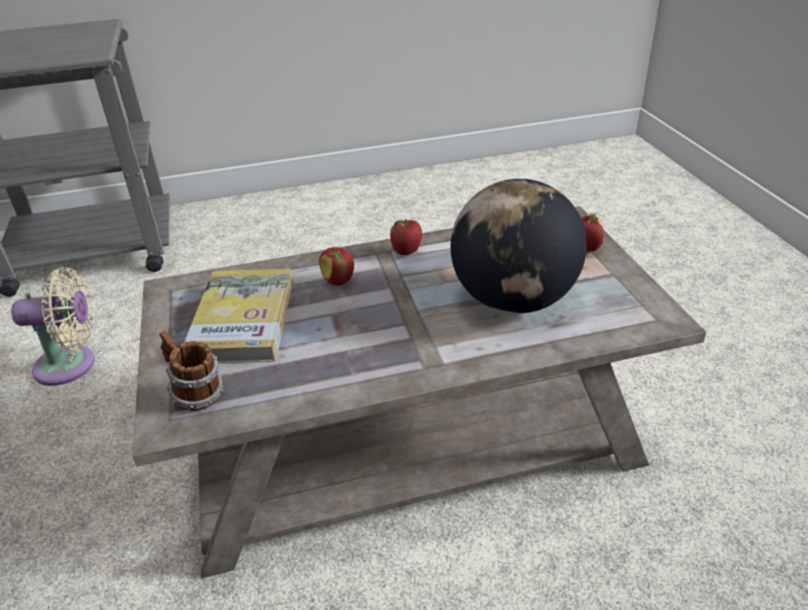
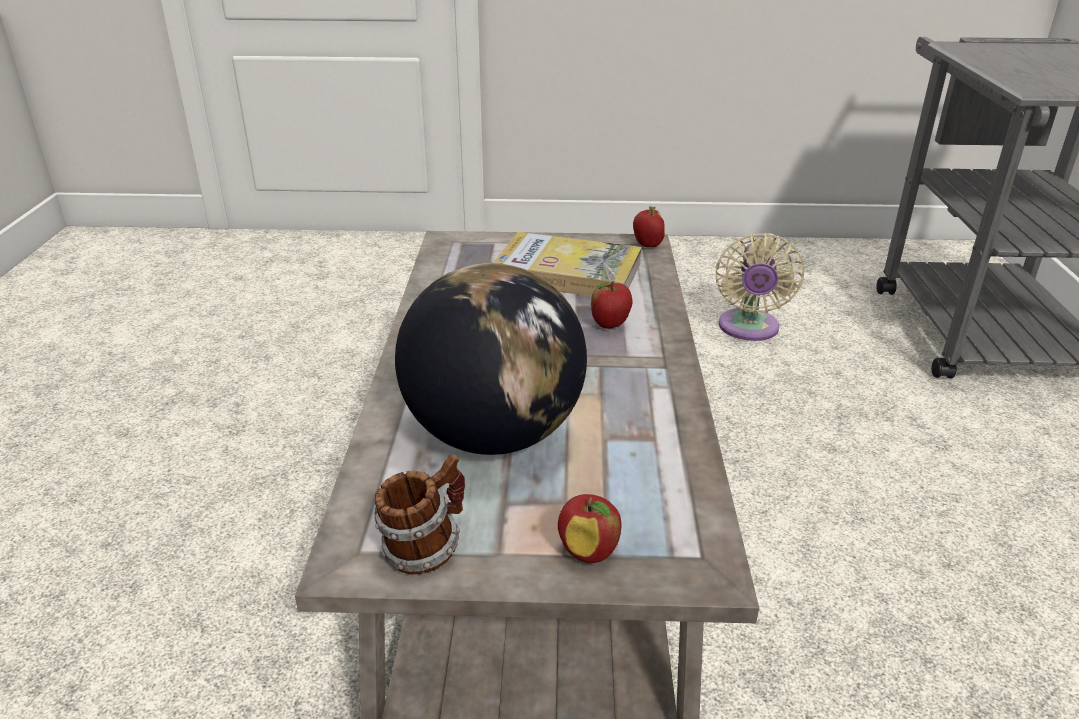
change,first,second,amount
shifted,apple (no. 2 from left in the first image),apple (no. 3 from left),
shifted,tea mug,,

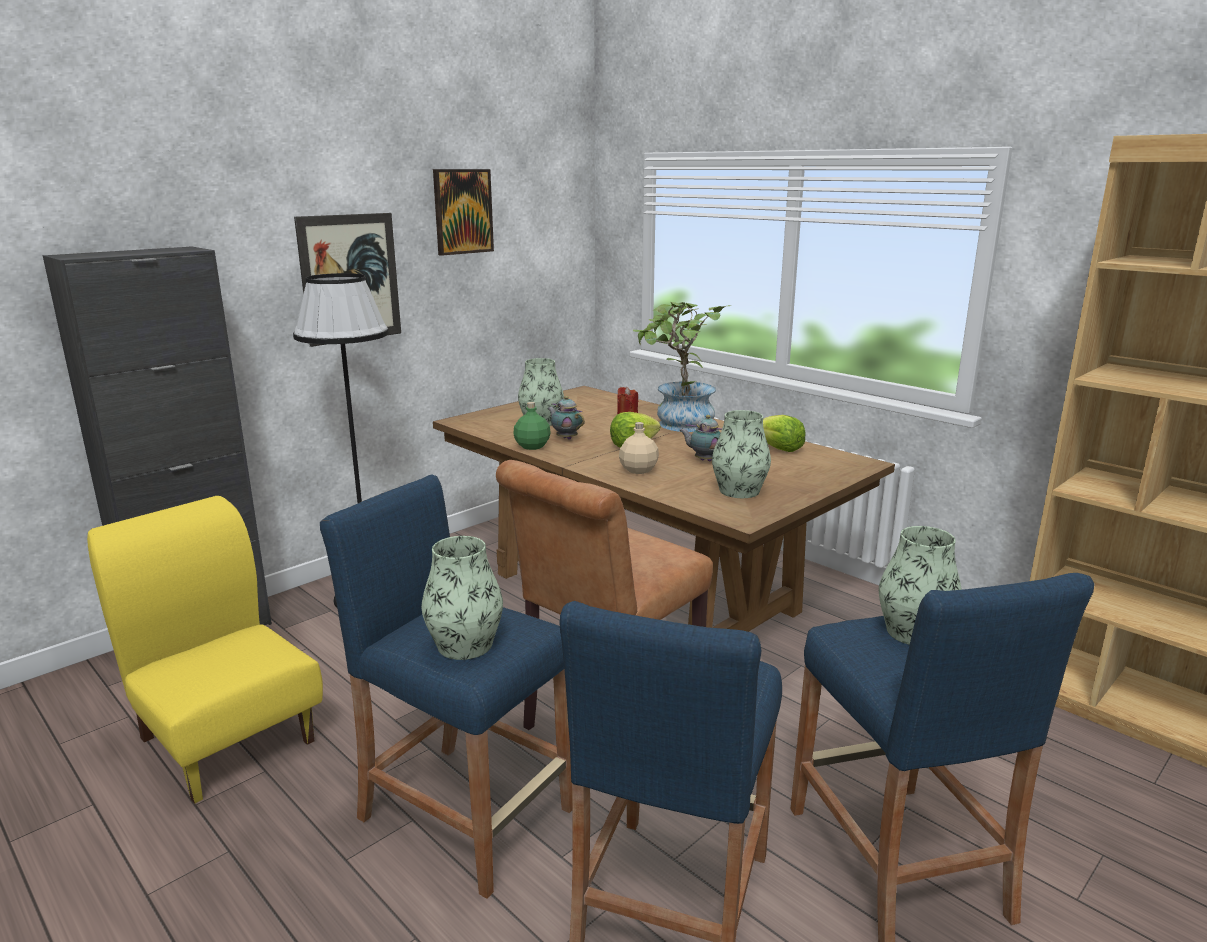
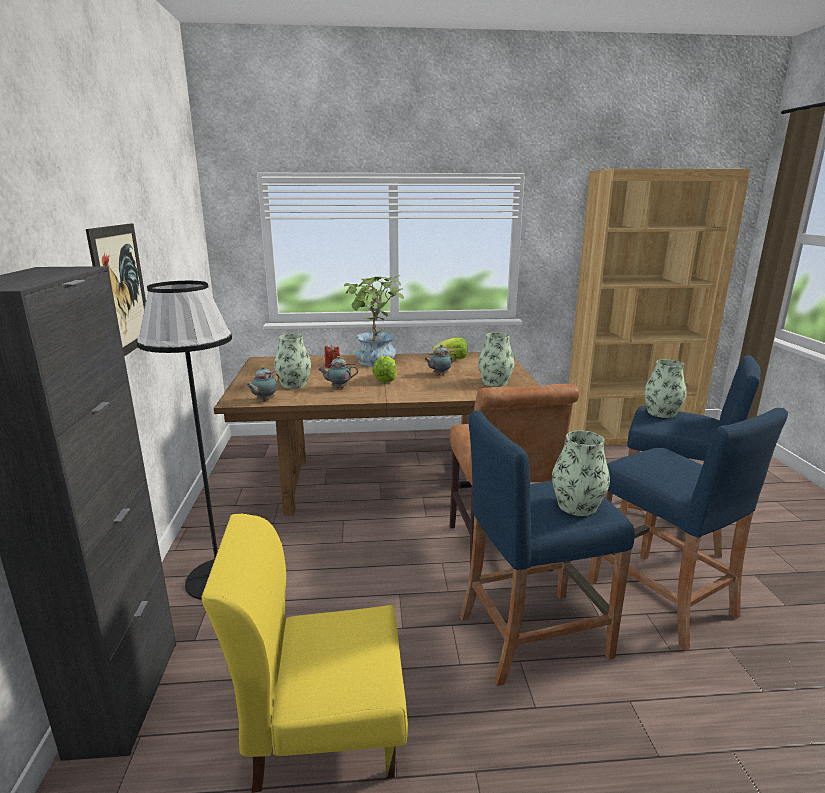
change,first,second,amount
gone,wall art (no. 2 from left),,
gone,bottle/green-coloured,,
gone,bottle/beige,,
new,,teapot (no. 1 from left),

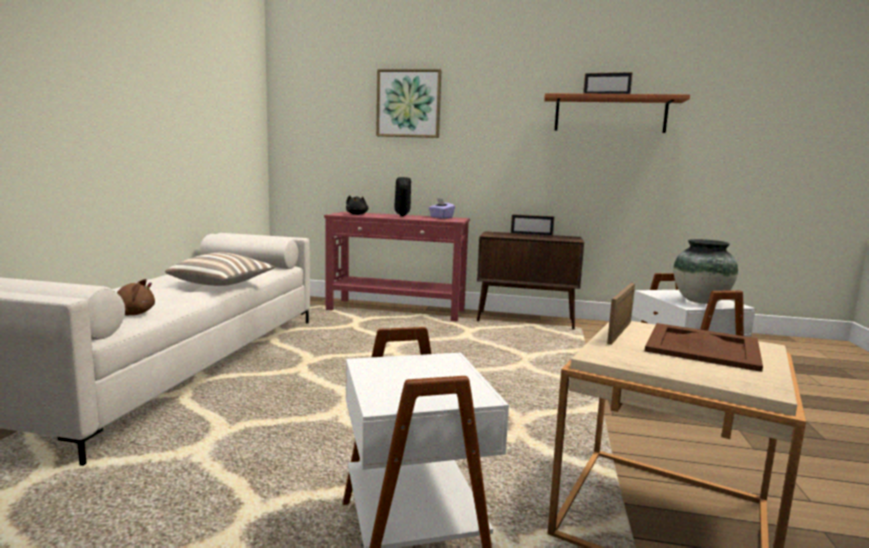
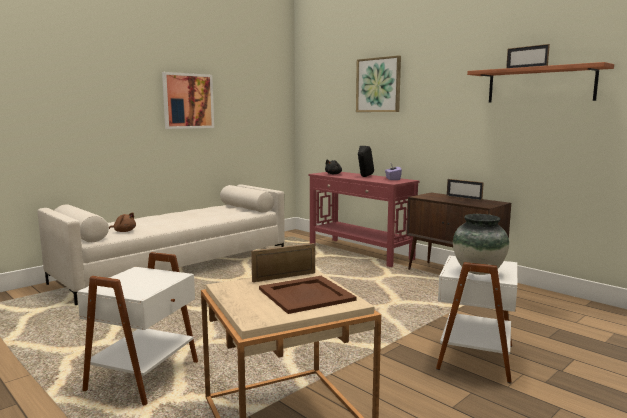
change,first,second,amount
gone,throw pillow,,
new,,wall art (no. 1 from left),

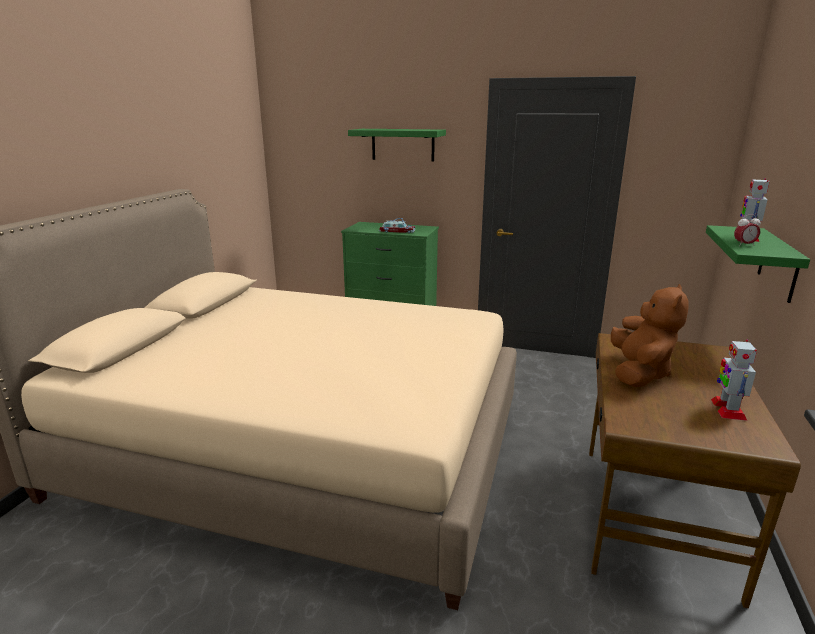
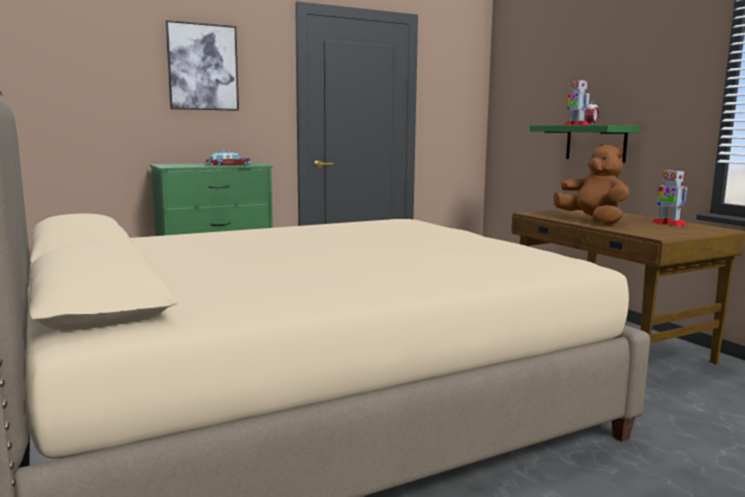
change,first,second,amount
swapped,shelf/green-coloured (no. 1 from left),wall art,

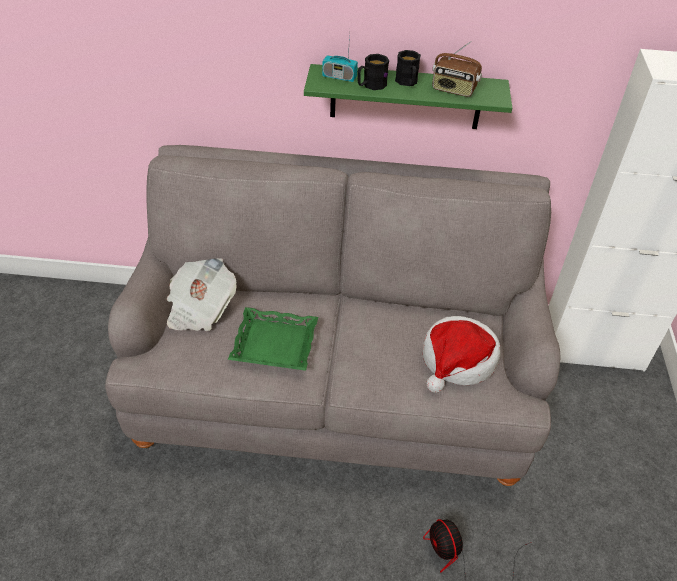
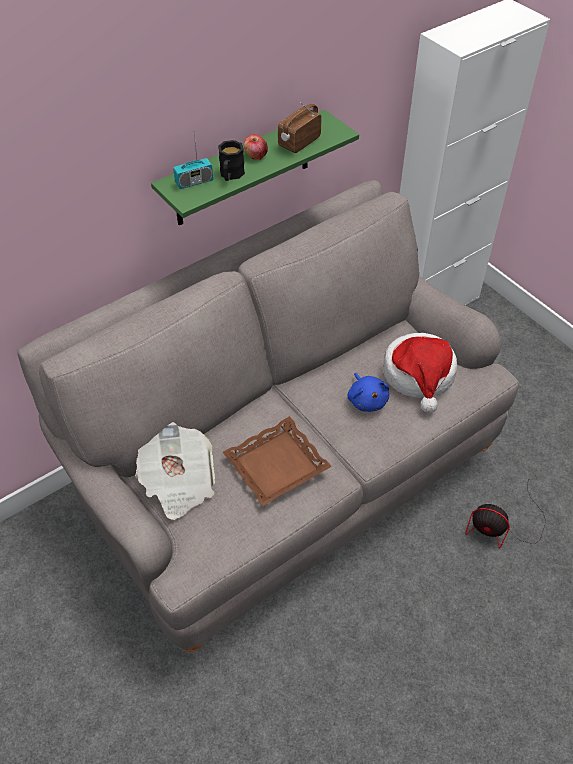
change,first,second,amount
rotated,radio receiver (no. 2 from left),,150 degrees clockwise
swapped,tea mug/black (no. 2 from left),apple,
repainted,serving tray/green-coloured,serving tray/brown,
new,,cuddly toy/blue,

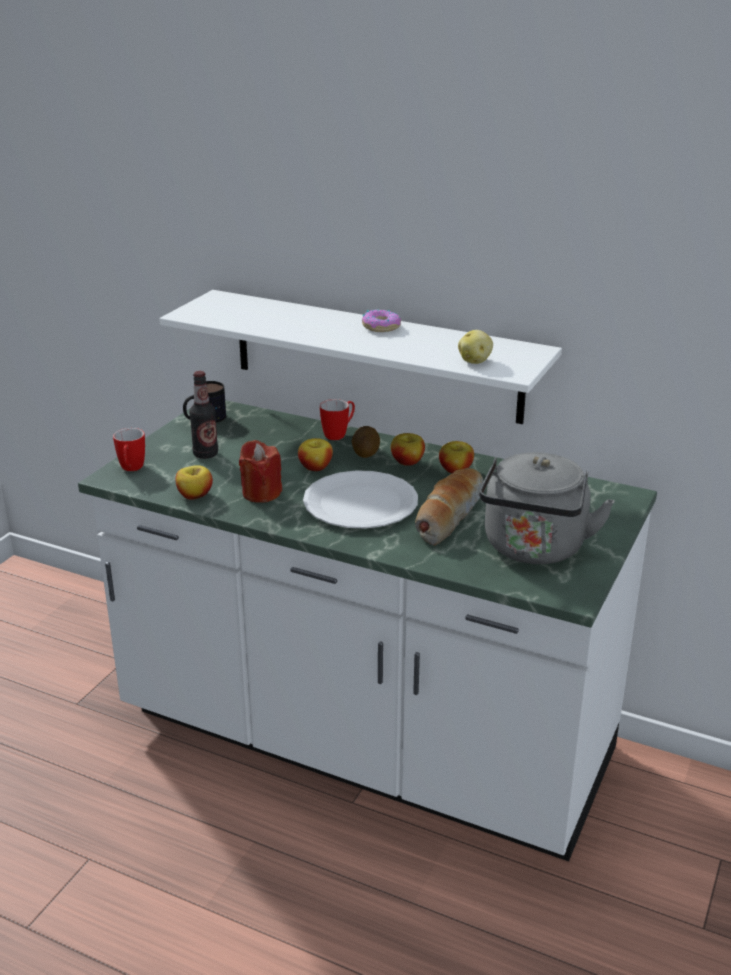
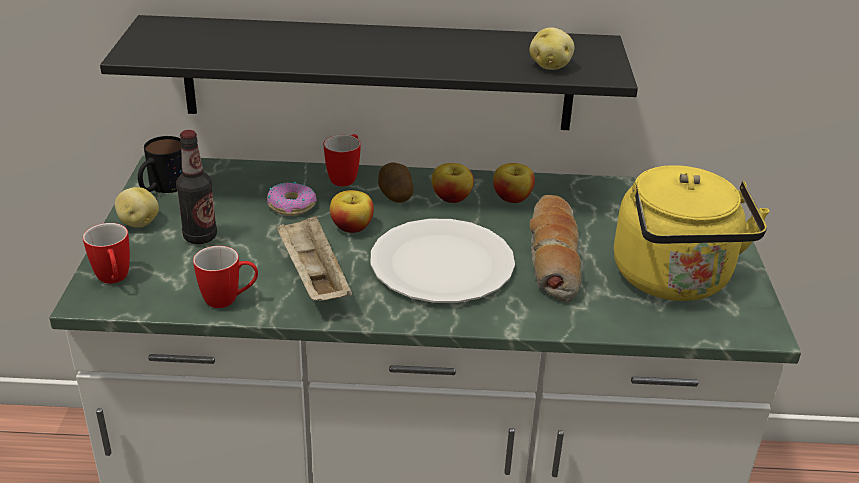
change,first,second,amount
repainted,shelf/white-coloured,shelf/black,
shifted,donut,,
swapped,candle/red-coloured,serving tray/beige,
repainted,kettle/greyish,kettle/yellowish,
swapped,apple (no. 1 from left),tea mug (no. 3 from left),
new,,potato (no. 1 from left),

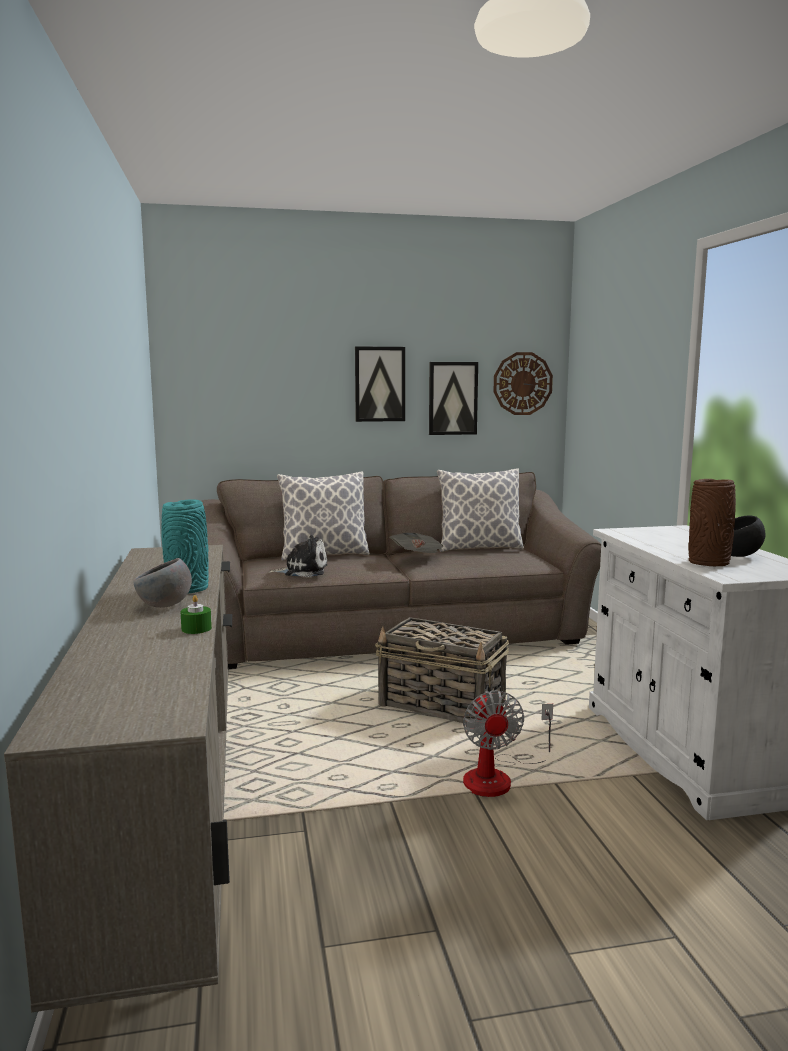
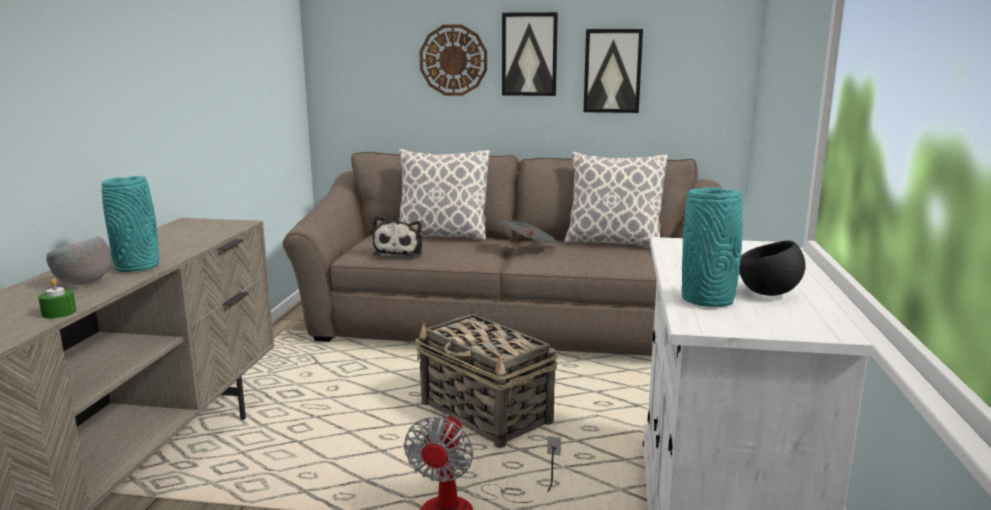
change,first,second,amount
shifted,wall clock,,
repainted,flower vase/brown,flower vase/turquoise-coloured (no. 2 from left),
rotated,cuddly toy,,75 degrees clockwise

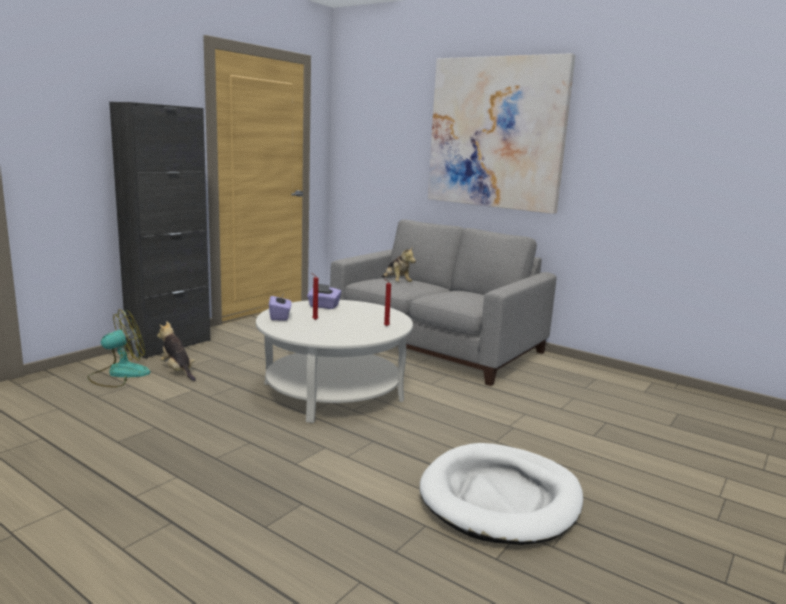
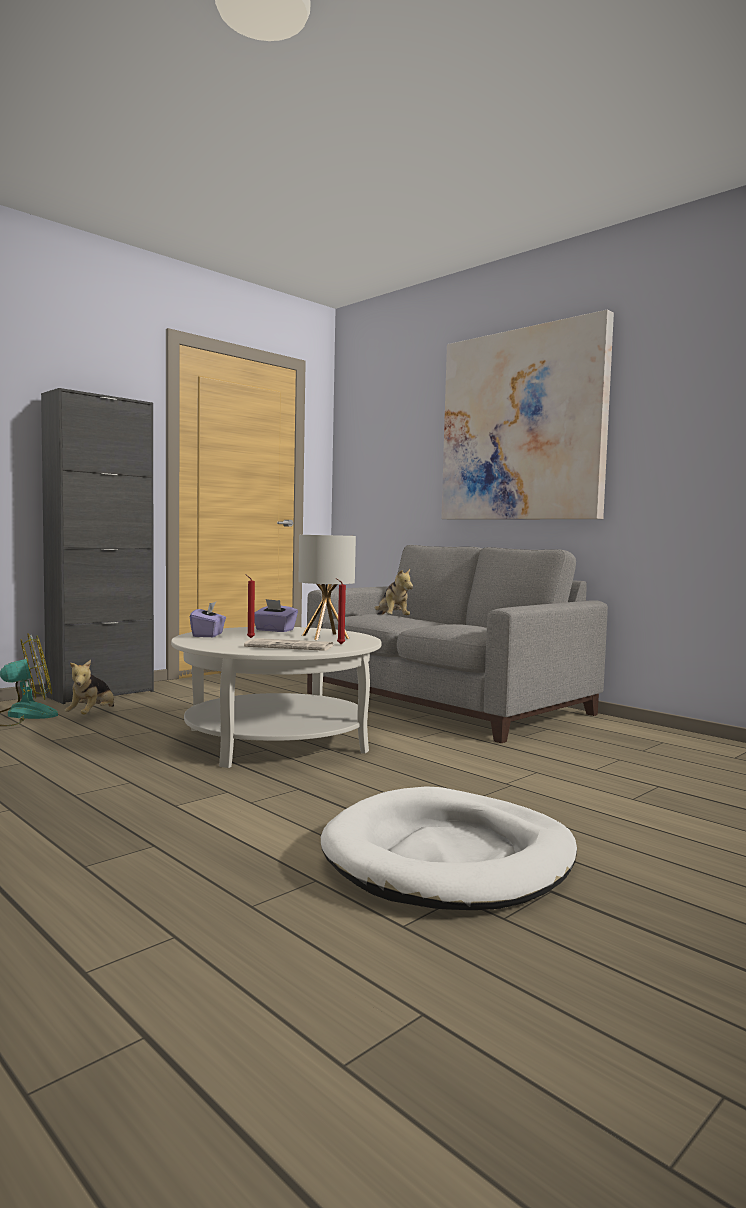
change,first,second,amount
rotated,cuddly toy (no. 1 from left),,135 degrees counterclockwise
new,,table lamp,
new,,printed paper,

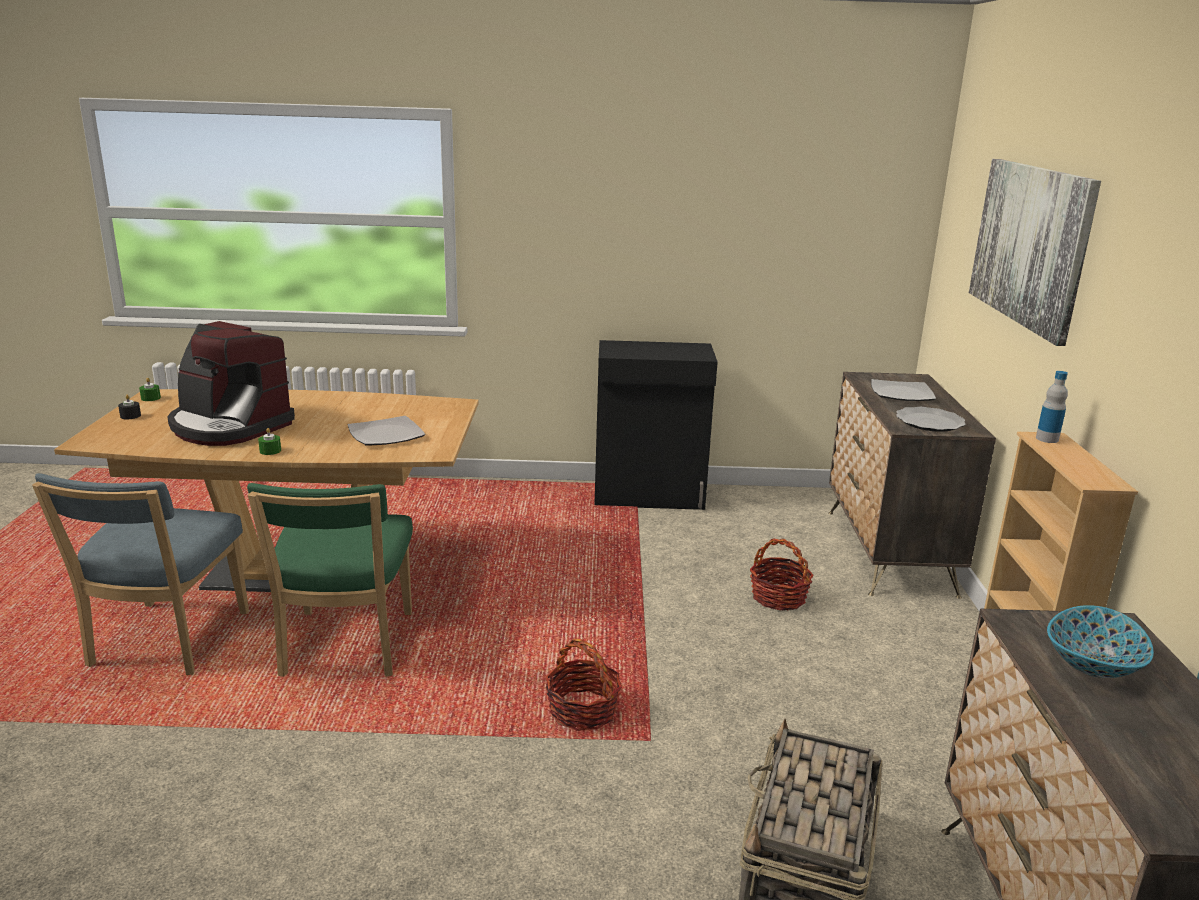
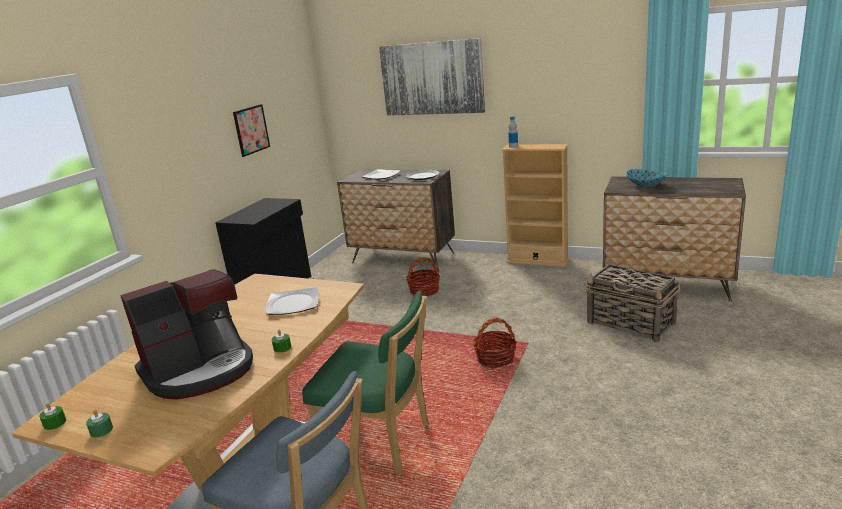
change,first,second,amount
repainted,candle/black,candle/green-coloured (no. 2 from left),
new,,wall art (no. 1 from left),

